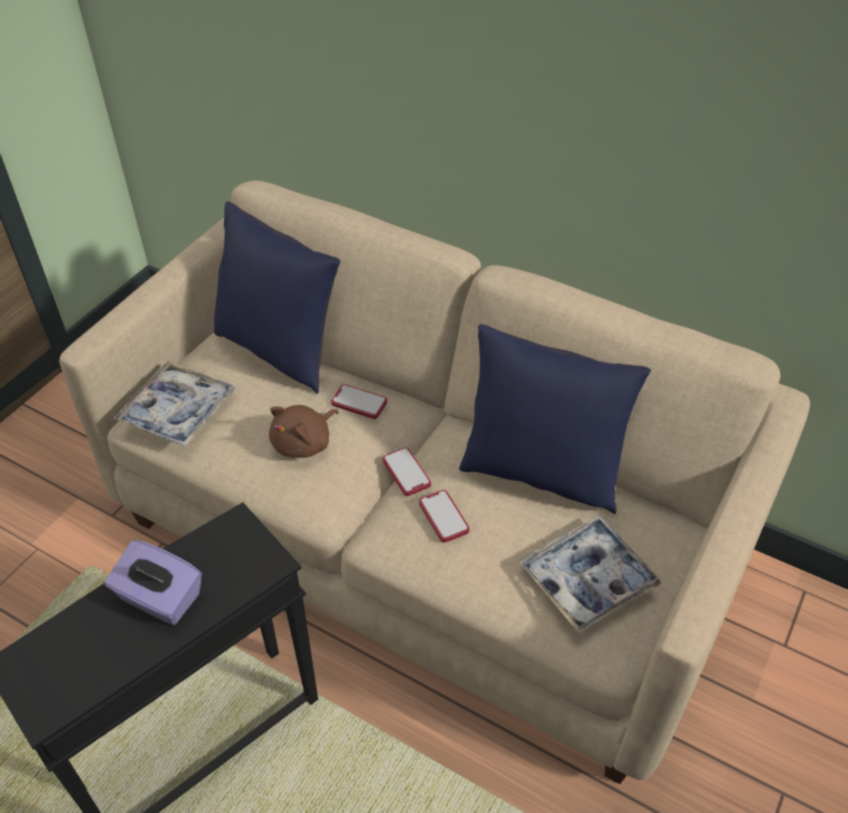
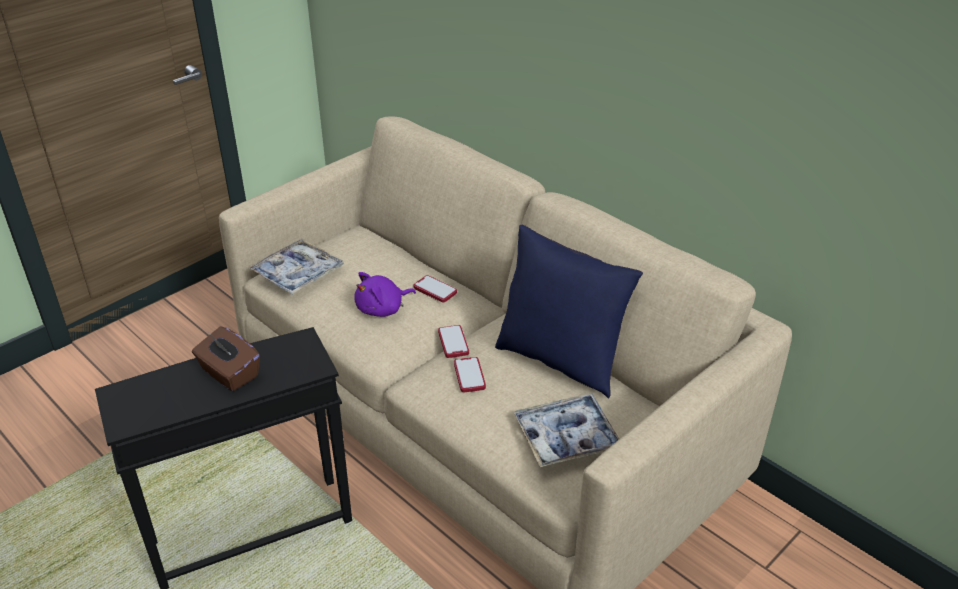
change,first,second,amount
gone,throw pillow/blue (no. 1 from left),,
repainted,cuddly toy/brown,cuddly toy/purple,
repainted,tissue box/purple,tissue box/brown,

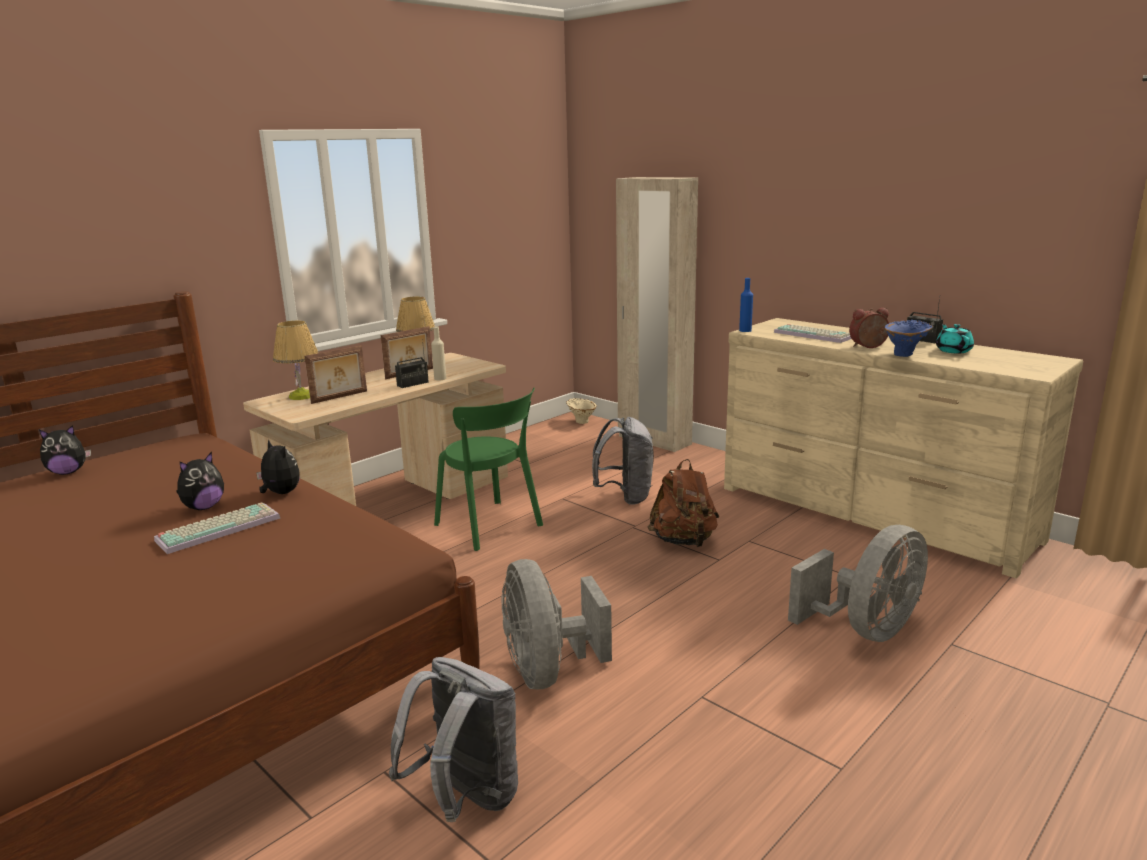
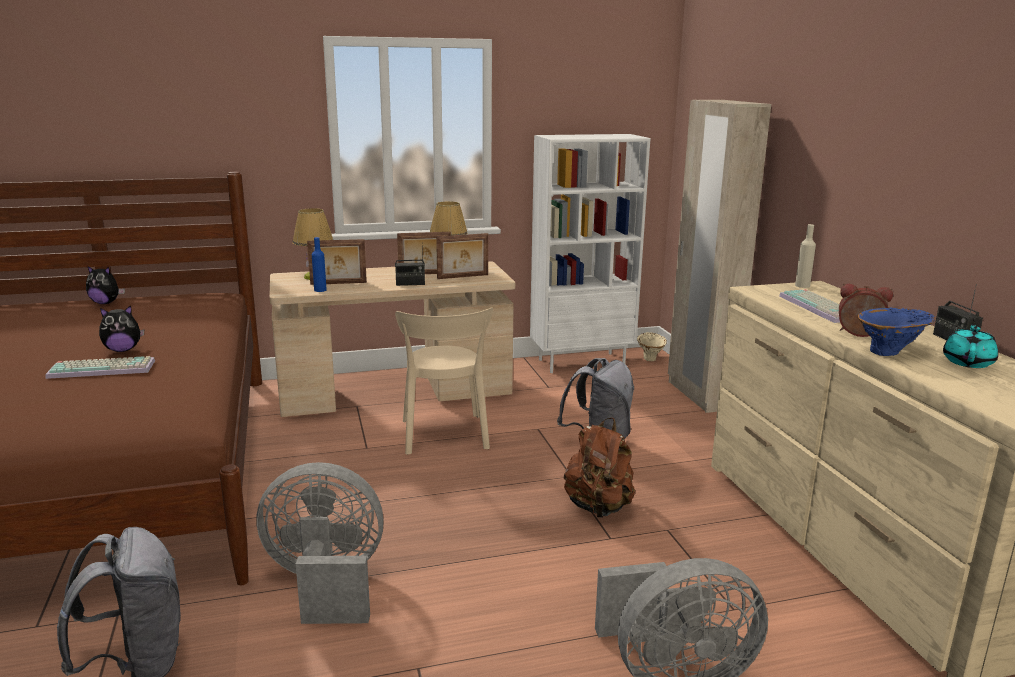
change,first,second,amount
shifted,bottle/blue,,
shifted,bottle/beige,,
repainted,plain chair/green-coloured,plain chair/beige,
gone,cuddly toy (no. 3 from left),,
rotated,electric fan/greyish (no. 1 from left),,75 degrees clockwise
new,,shelving unit/white-coloured,
new,,standing frame (no. 3 from left),

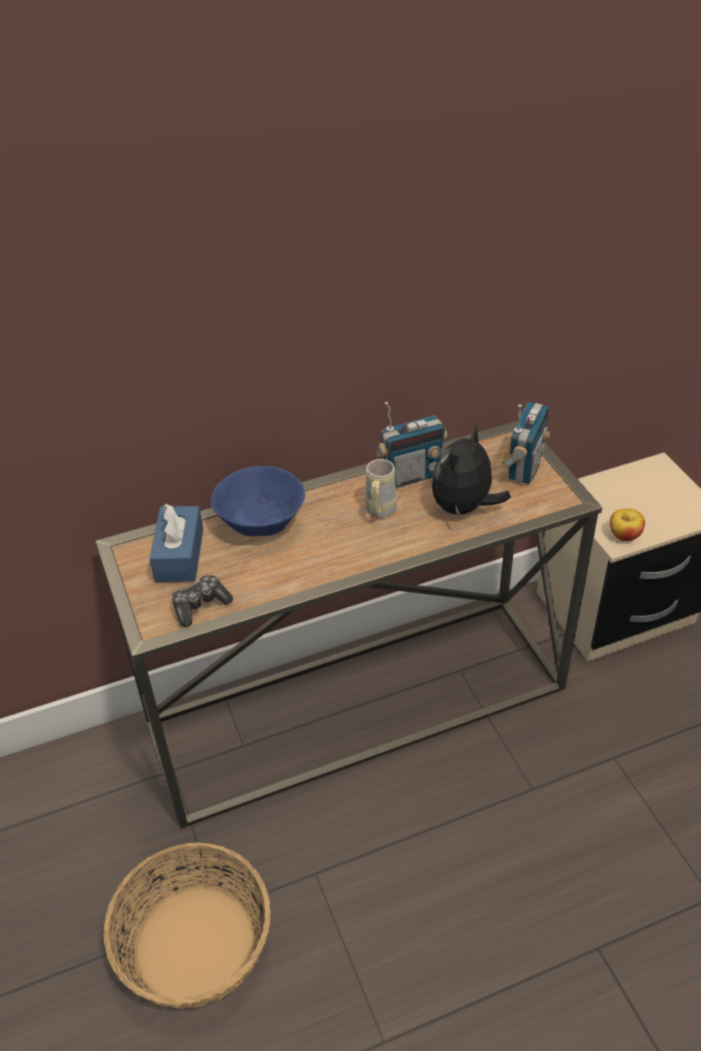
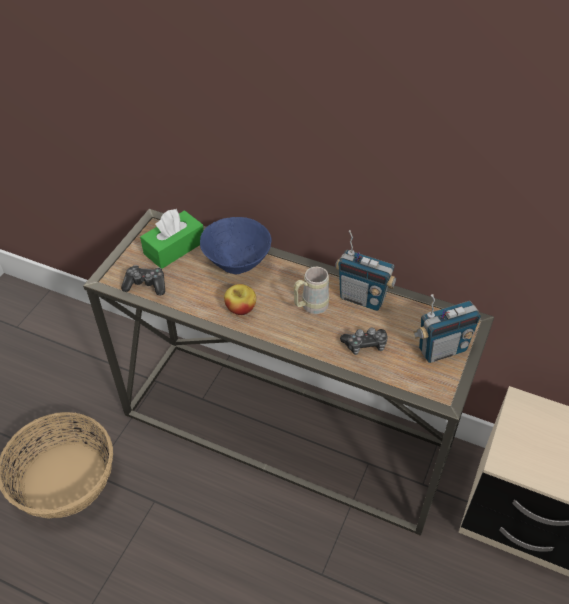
change,first,second,amount
swapped,cuddly toy,joypad (no. 2 from left),
repainted,tissue box/blue,tissue box/green-coloured,
shifted,apple,,

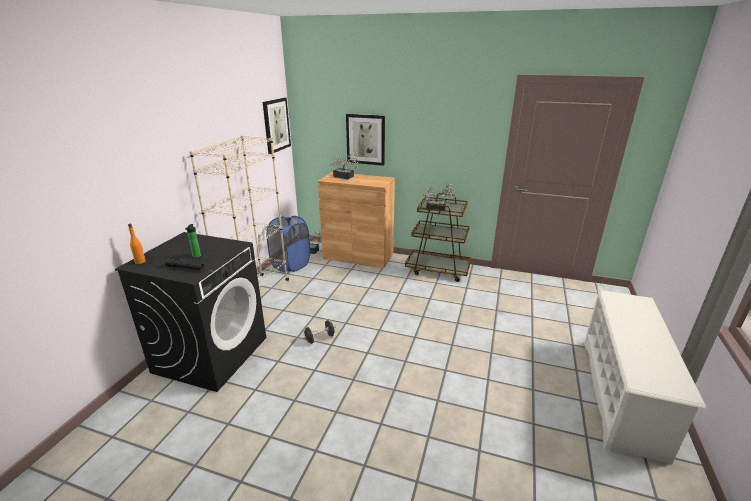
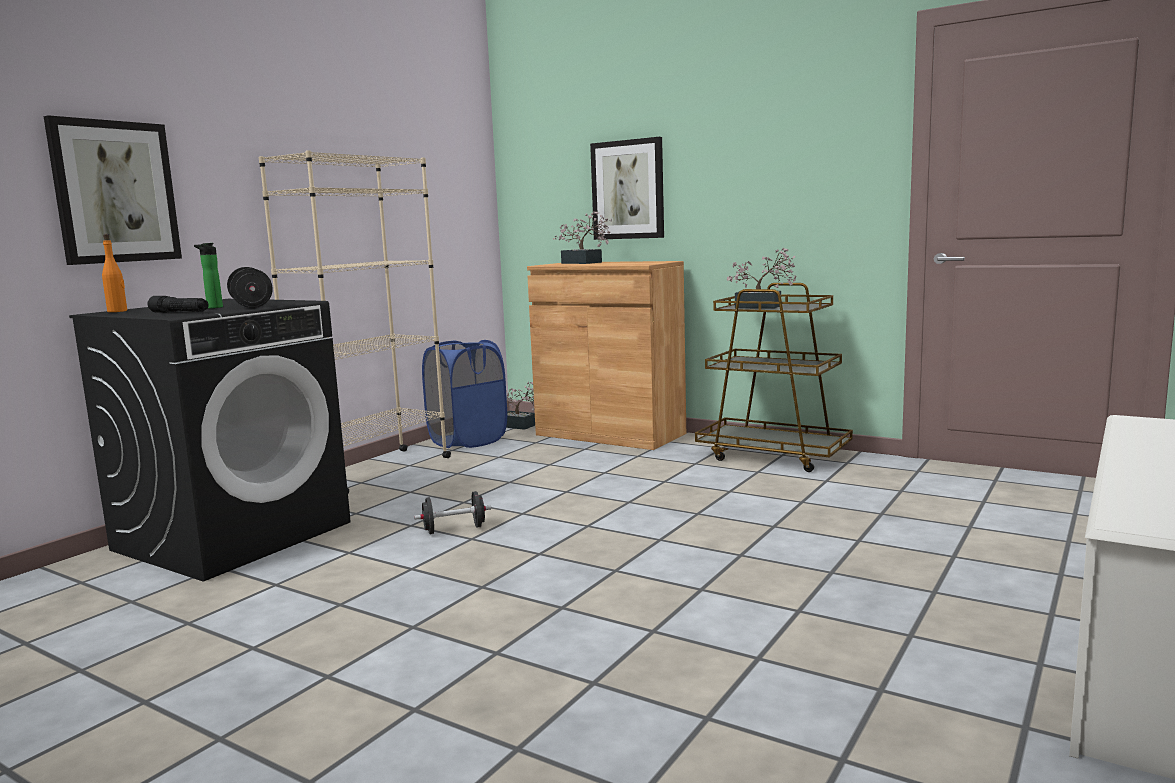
change,first,second,amount
shifted,wall art (no. 1 from left),,
new,,hand weight/black (no. 1 from left),

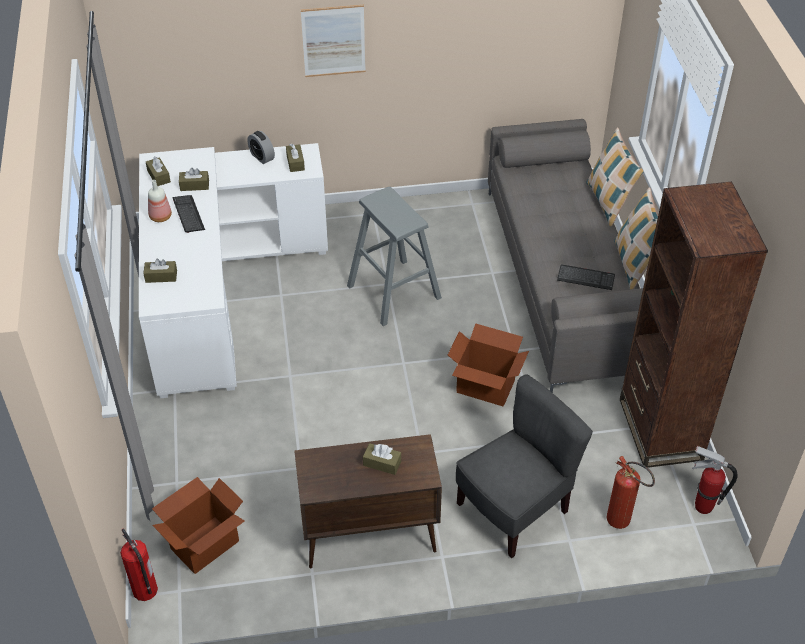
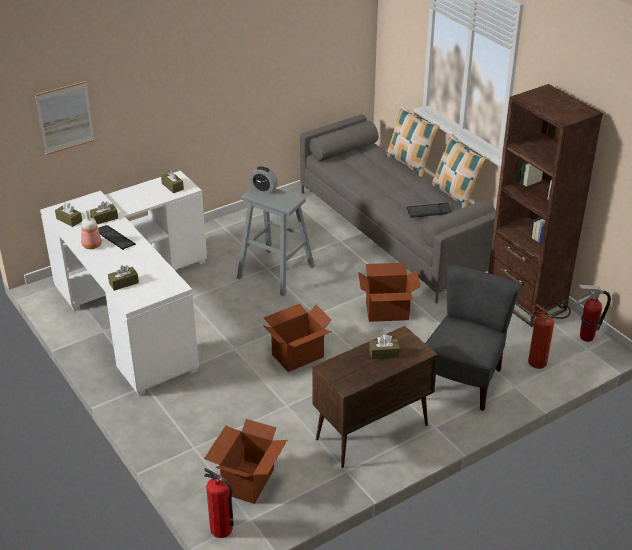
change,first,second,amount
shifted,wall art,,
shifted,alarm clock,,
new,,carton (no. 2 from left),

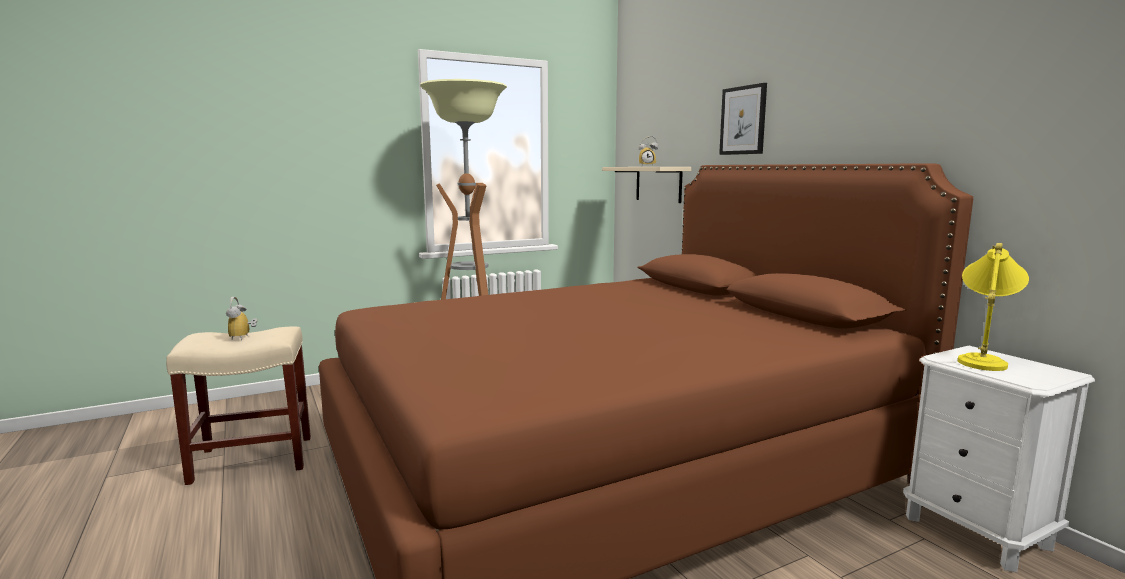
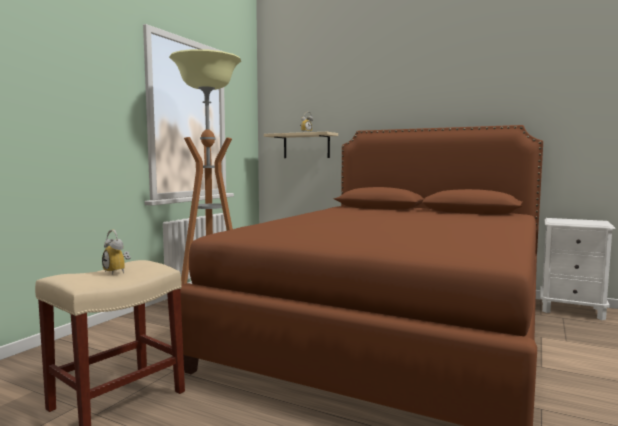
change,first,second,amount
gone,wall art,,
gone,table lamp/yellowish,,

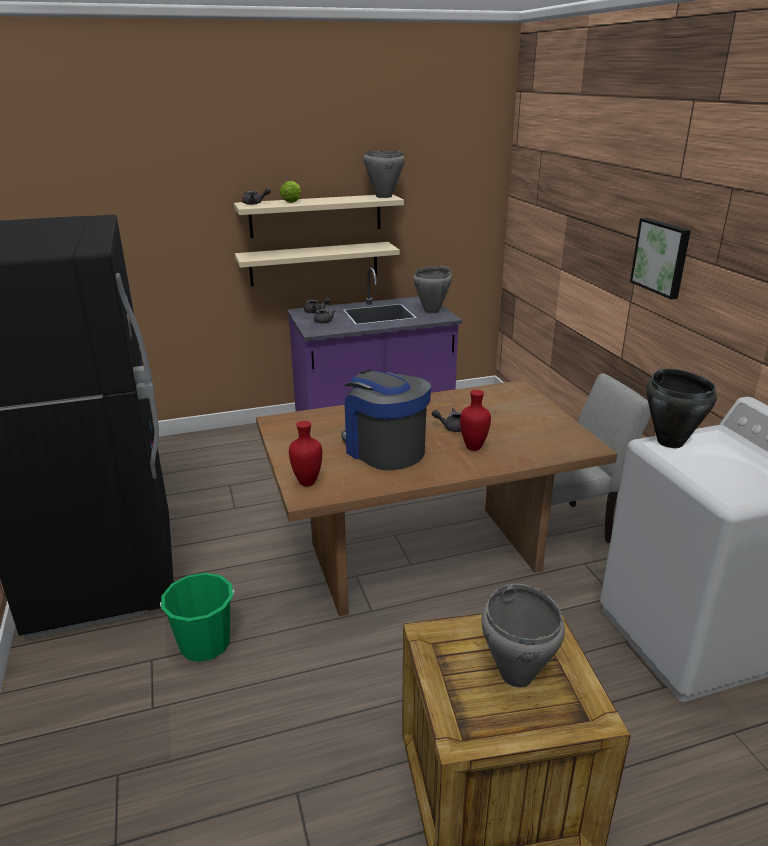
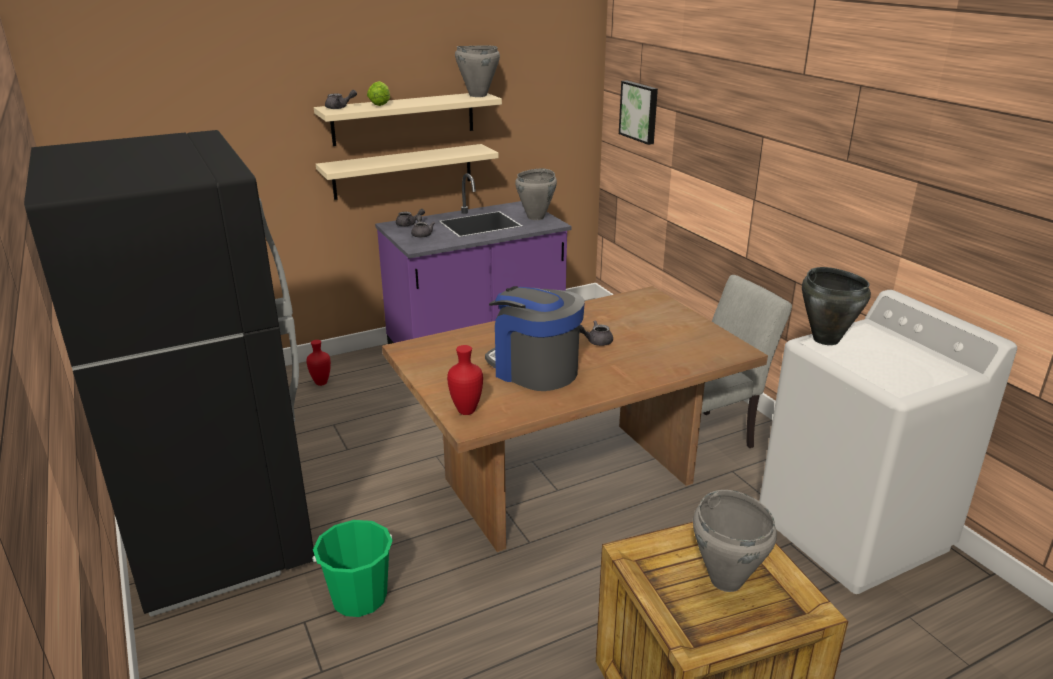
change,first,second,amount
shifted,wall art,,
shifted,flower vase/red-coloured (no. 2 from left in the first image),flower vase/red-coloured (no. 1 from left),

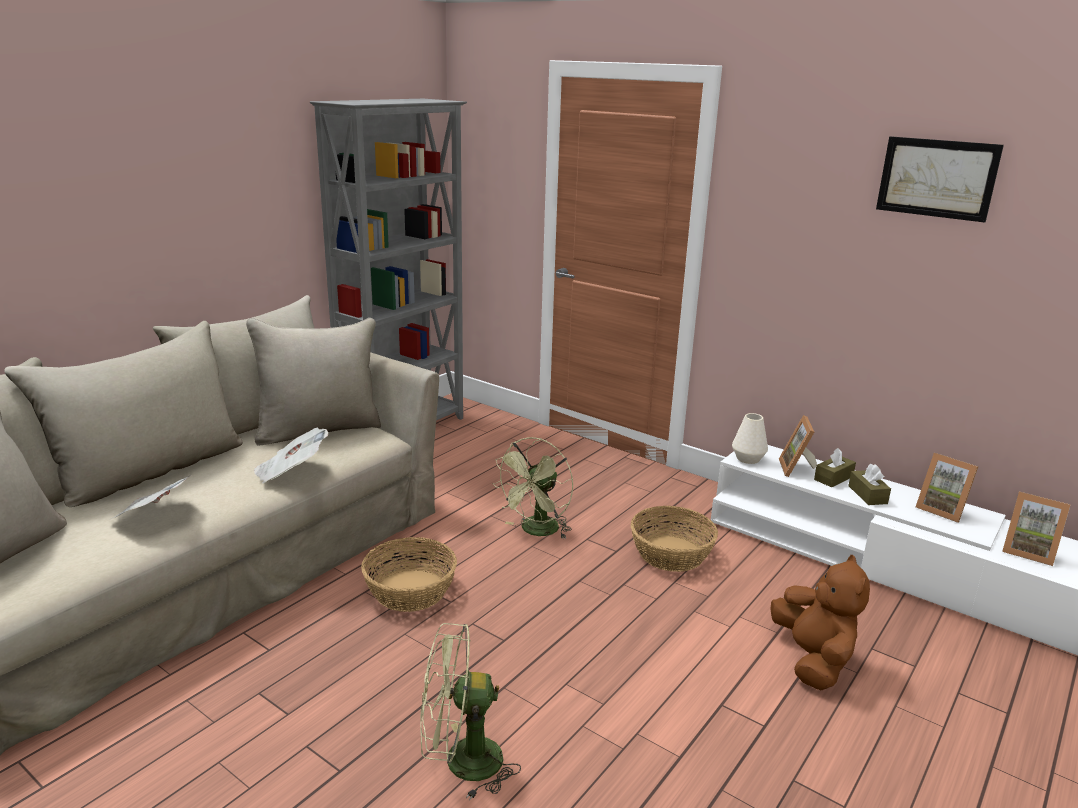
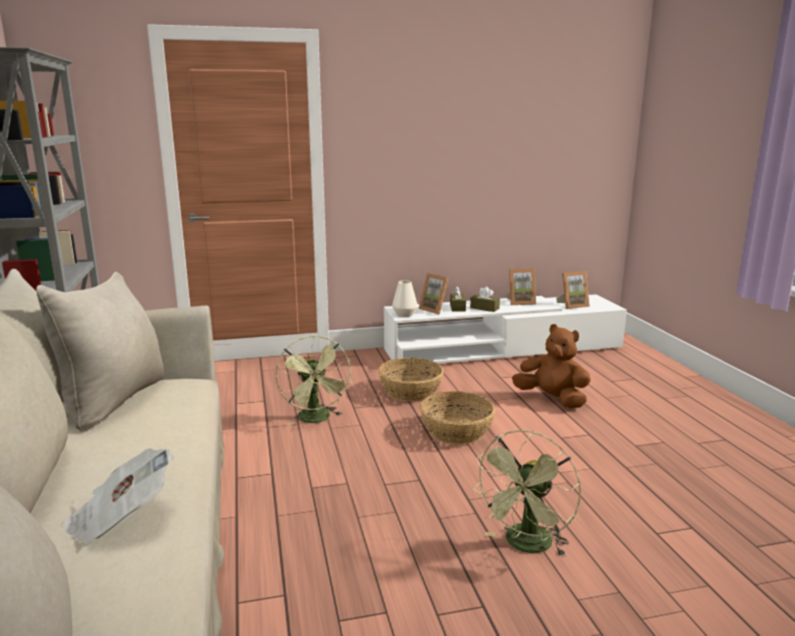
change,first,second,amount
gone,wall art,,
gone,printed paper (no. 2 from left),,
shifted,basket (no. 1 from left in the first image),basket (no. 2 from left),

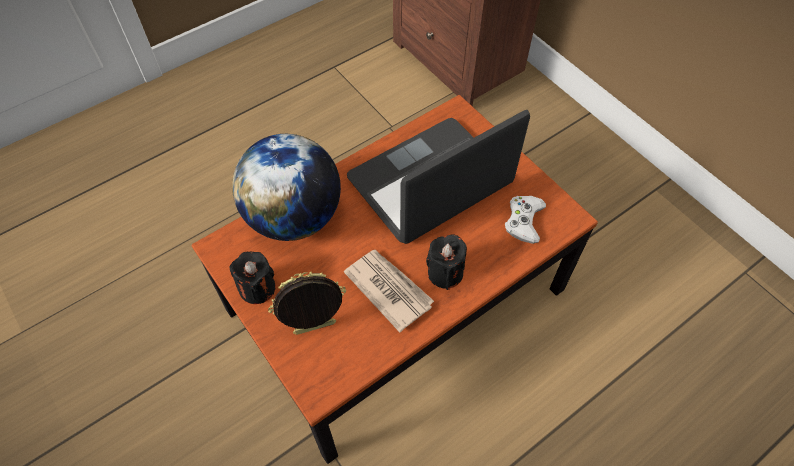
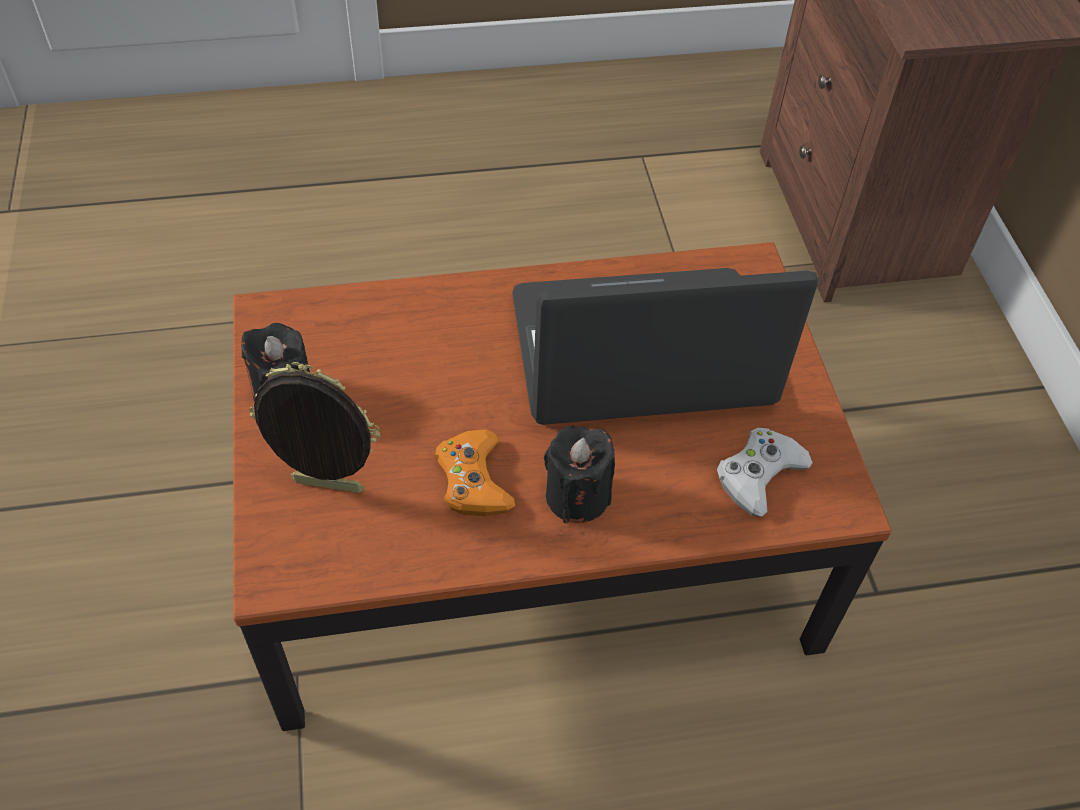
change,first,second,amount
gone,desk globe,,
swapped,printed paper,joypad/orange,

